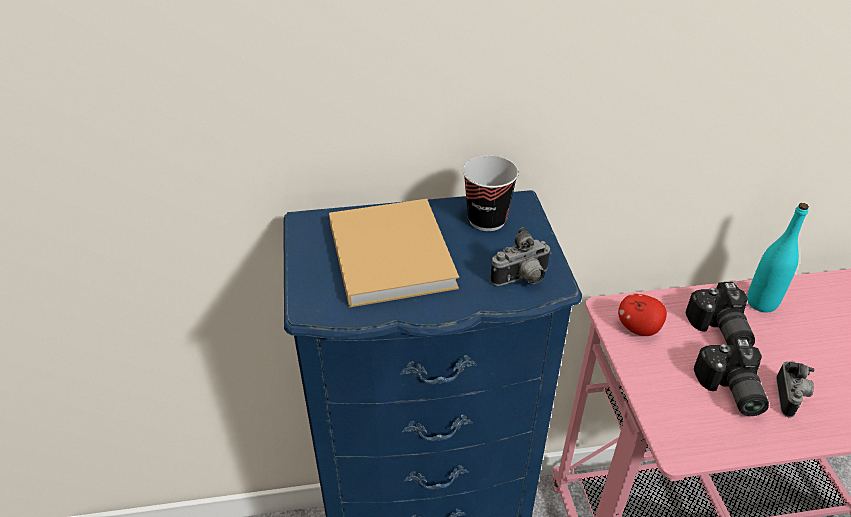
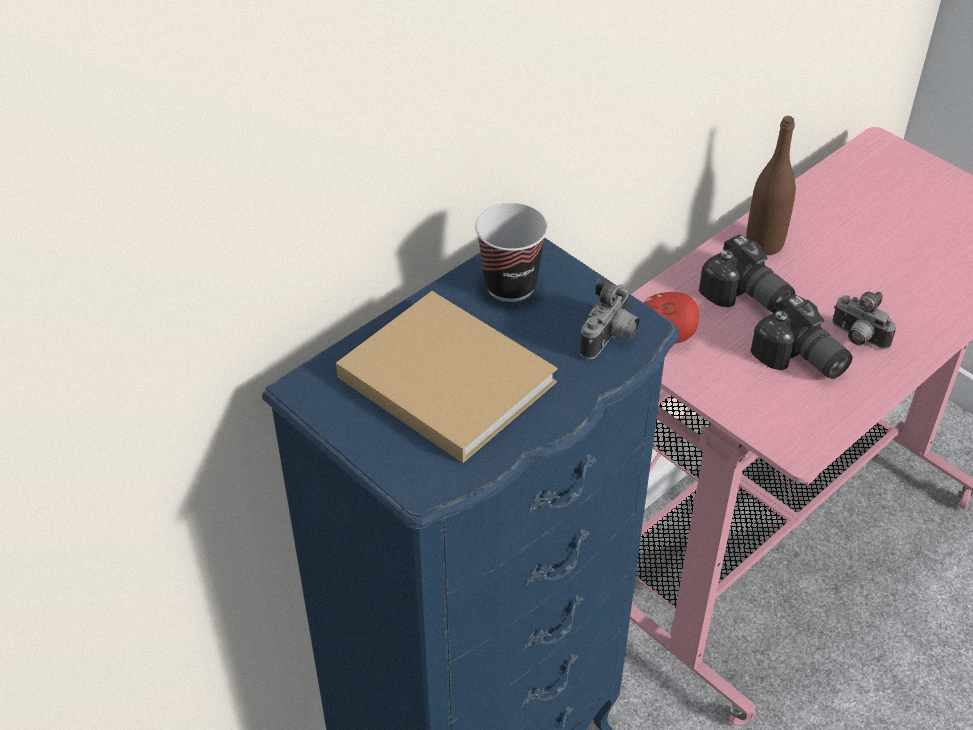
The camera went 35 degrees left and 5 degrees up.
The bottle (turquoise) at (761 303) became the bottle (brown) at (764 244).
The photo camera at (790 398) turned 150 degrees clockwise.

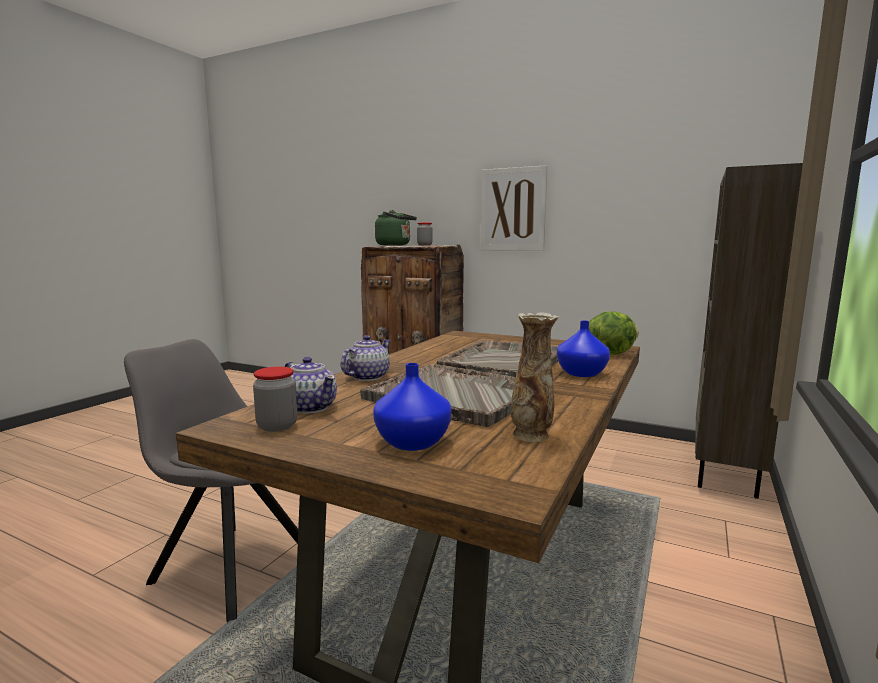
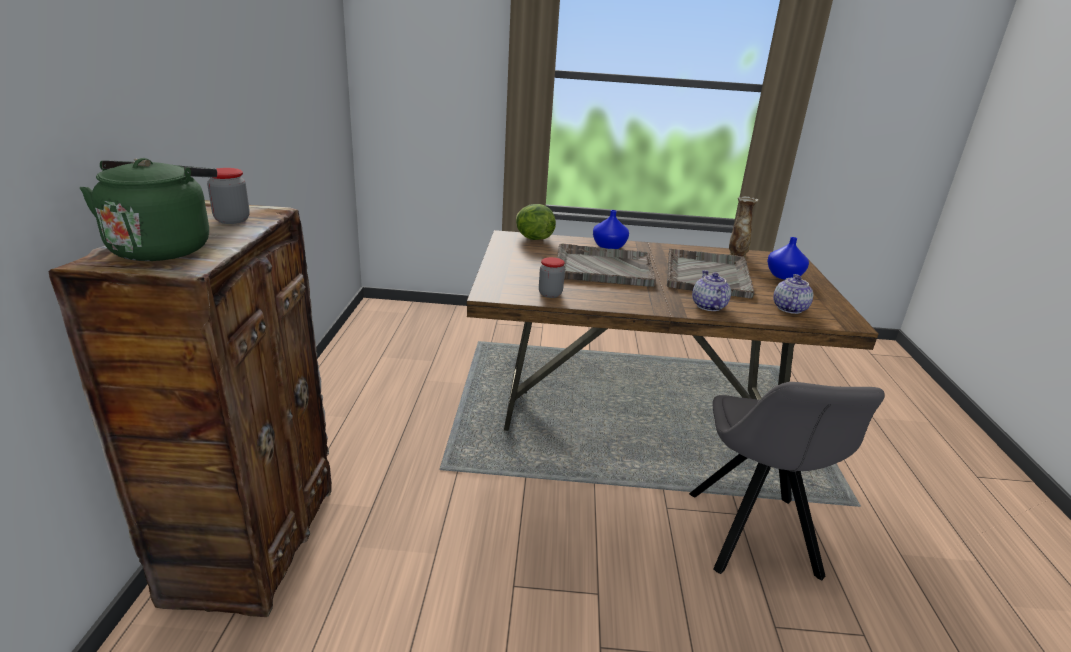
The camera went 115 degrees left and 15 degrees up.
The jar moved from (277 426) to (550 294).
The teapot at (367 377) turned 75 degrees clockwise.
The picture at (513 209) disappeared.
The bookcase (brown) at (727 471) disappeared.

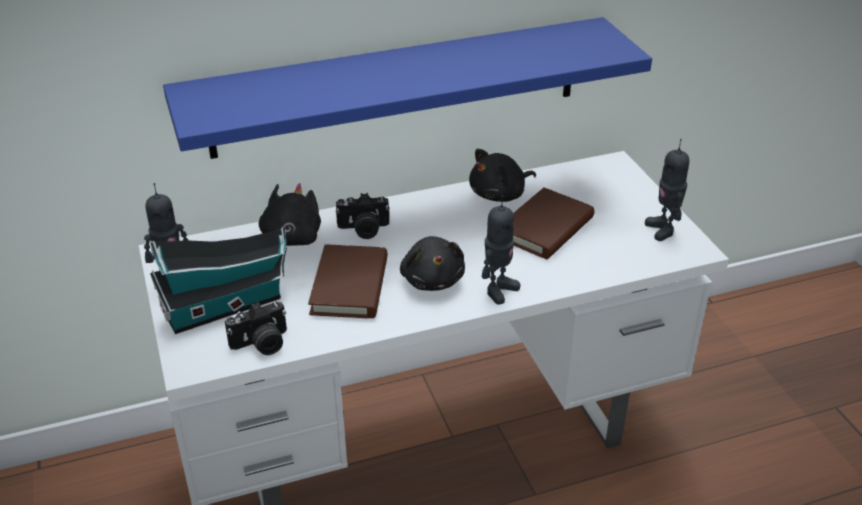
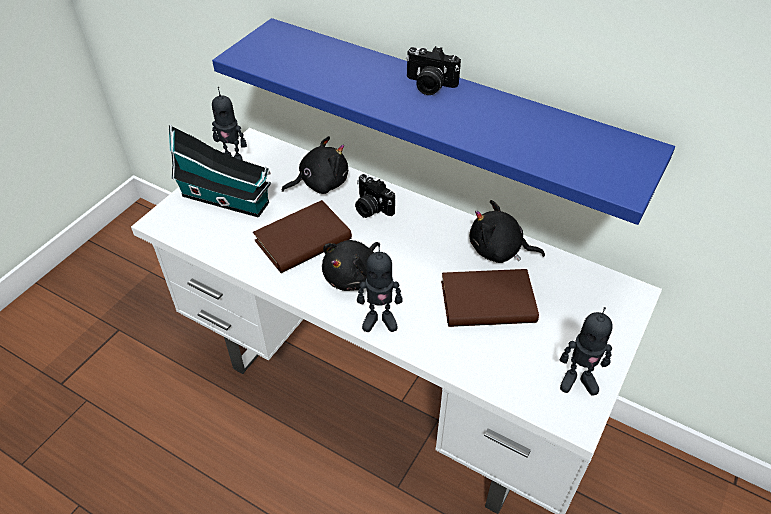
The camera went 50 degrees right and 10 degrees up.
The photo camera moved from (261 344) to (429 85).
The toy robot at (663 230) turned 120 degrees counterclockwise.

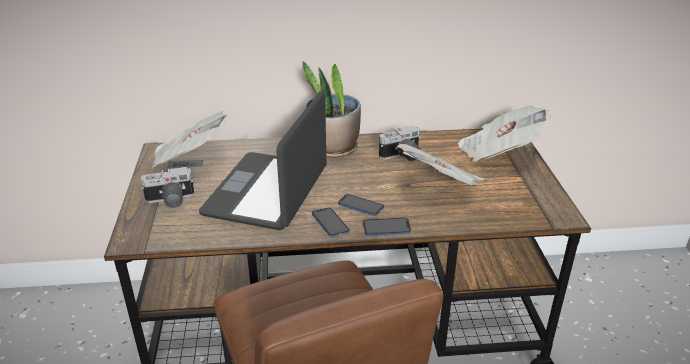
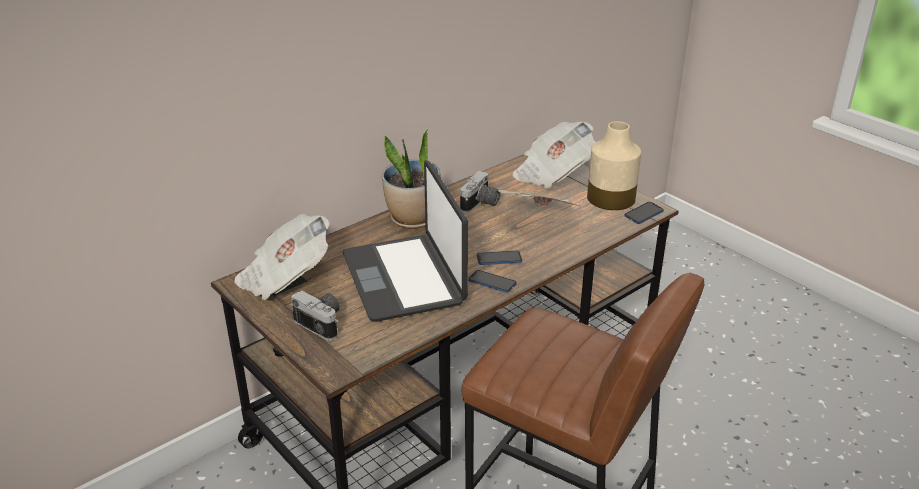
The camera went 35 degrees left and 0 degrees up.
The photo camera at (170 201) turned 90 degrees counterclockwise.
The vase (beige) at (611 197) appeared.
The phone moved from (386 228) to (644 214).

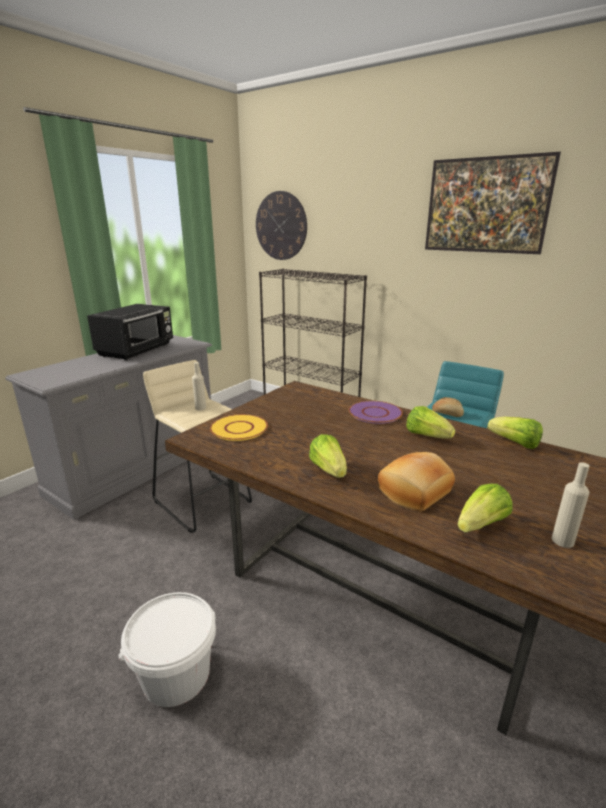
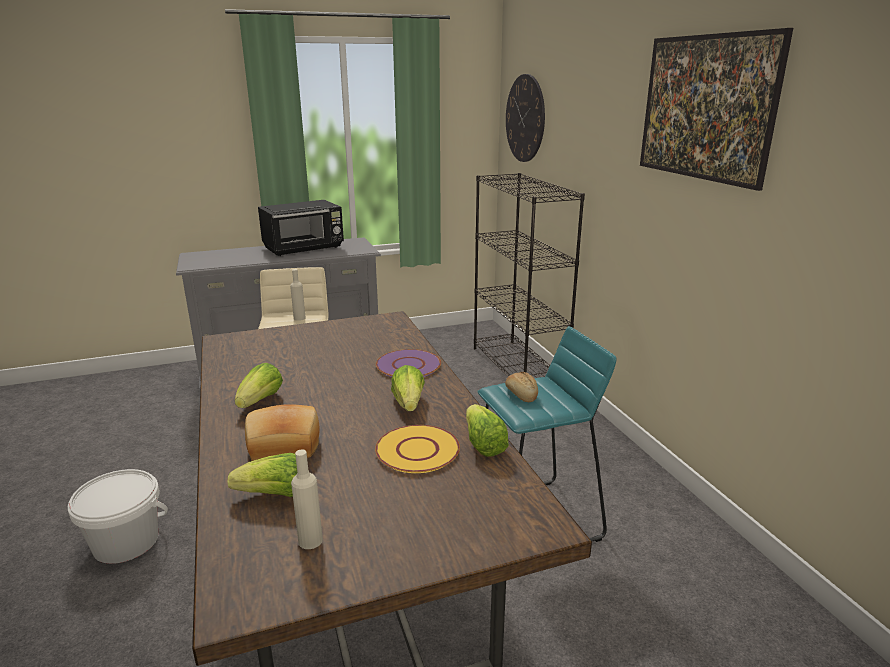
The camera went 35 degrees right and 0 degrees up.
The plate (yellow) moved from (239 428) to (417 450).

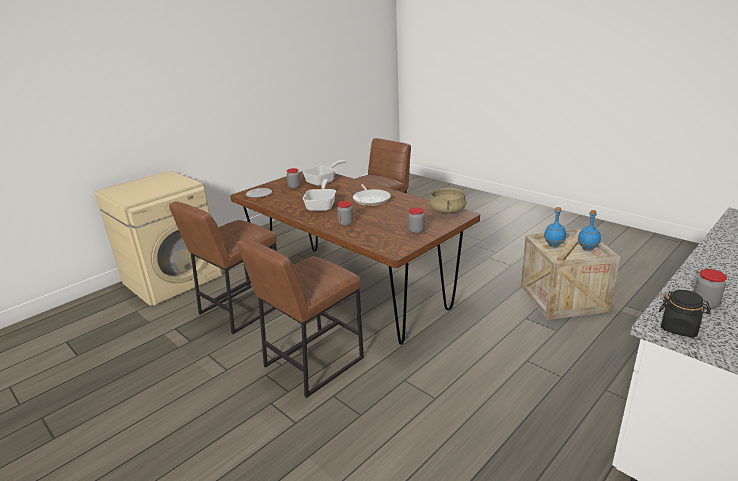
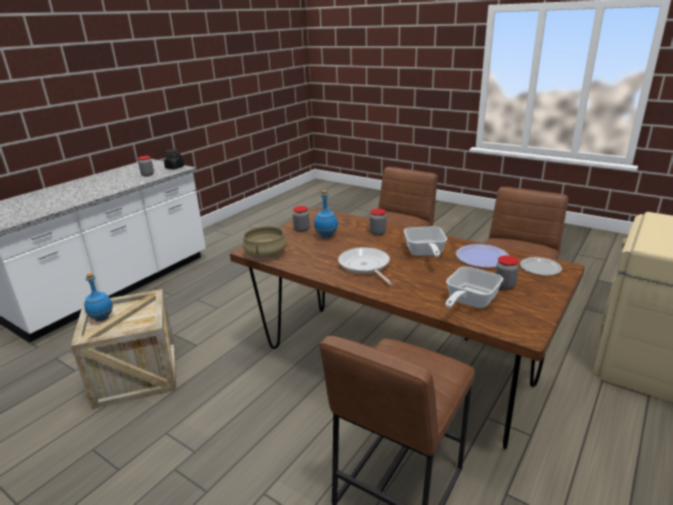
The camera went 170 degrees right and 0 degrees up.
The bottle (blue) moved from (553 245) to (327 236).
The plate at (482 257) appeared.

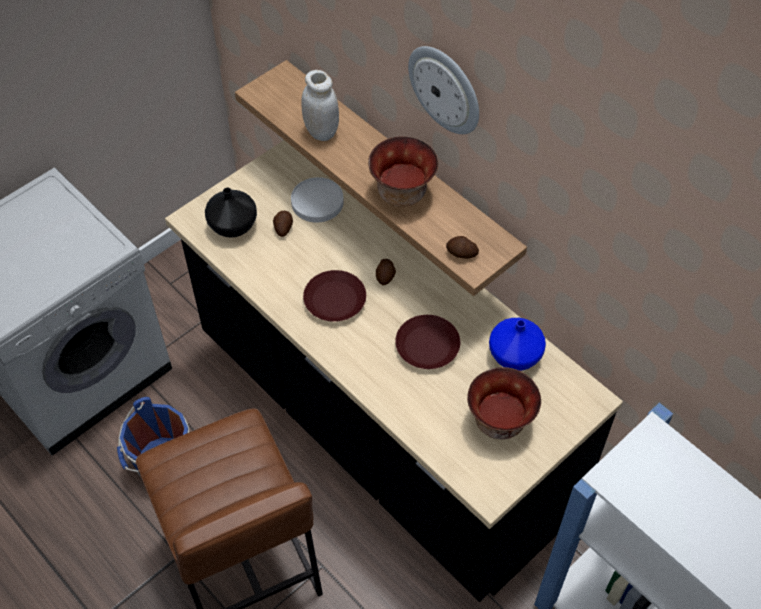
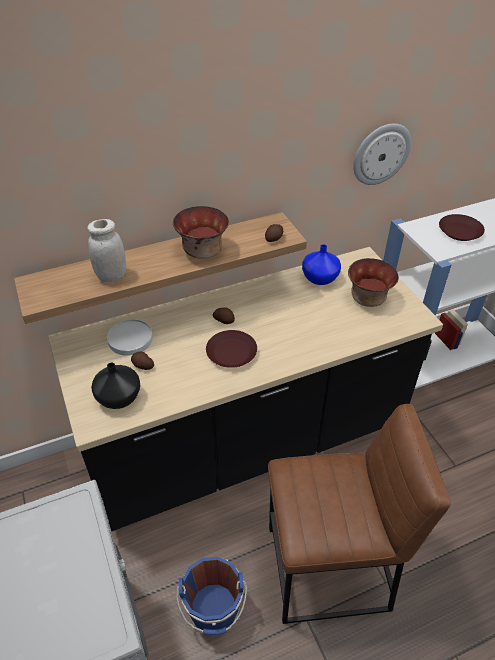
The camera went 70 degrees left and 10 degrees down.
The wall clock moved from (446 89) to (381 154).
The plate (brown) moved from (428 346) to (460 231).

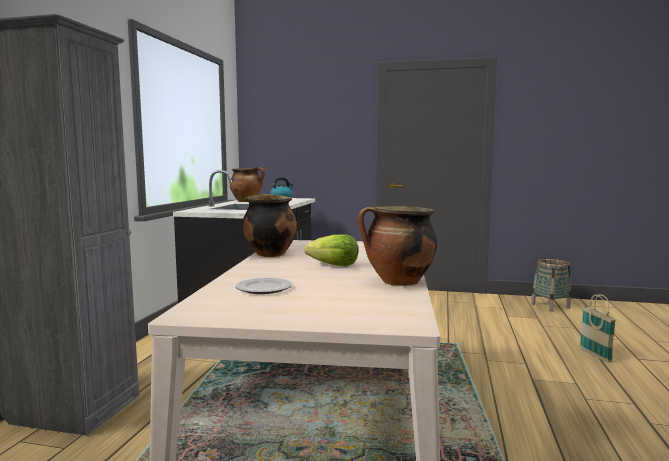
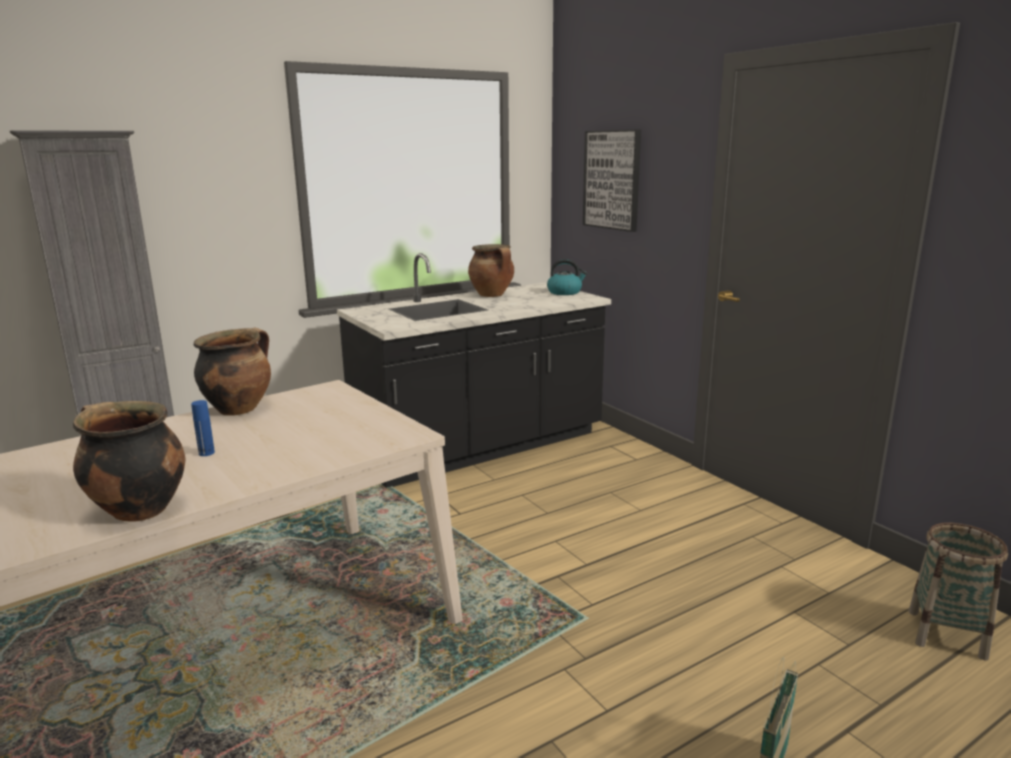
The camera went 45 degrees right and 10 degrees up.
The lettuce at (334 265) was replaced by the bottle (blue) at (206 453).
The picture at (612 180) appeared.
The plate at (263 289) disappeared.

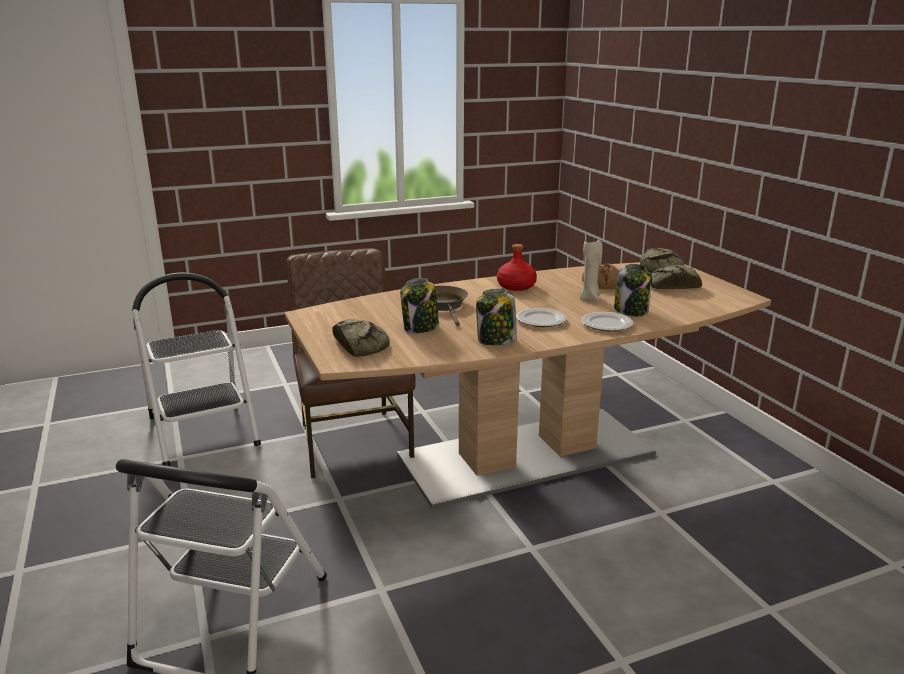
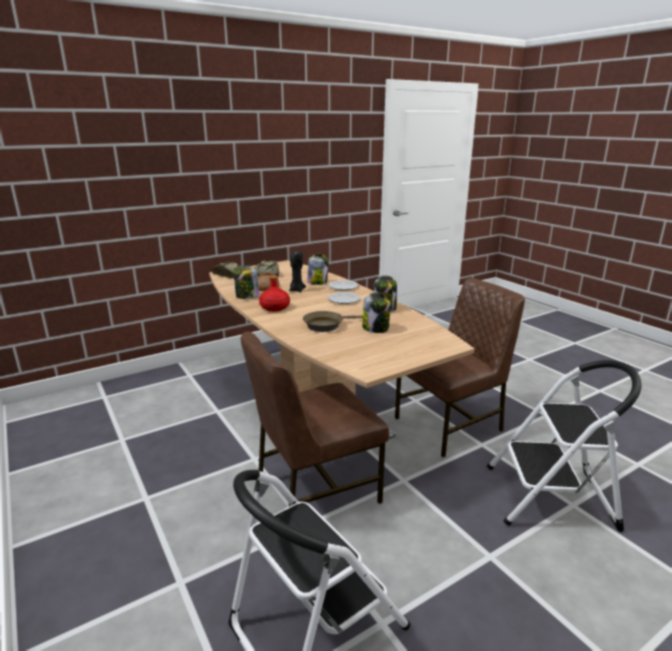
The camera went 100 degrees left and 0 degrees up.
The jar at (247 297) appeared.
The candle (beige) at (589 298) became the candle (black) at (296 290).
The chair (brown) at (451 424) appeared.
The bread at (360 345) disappeared.

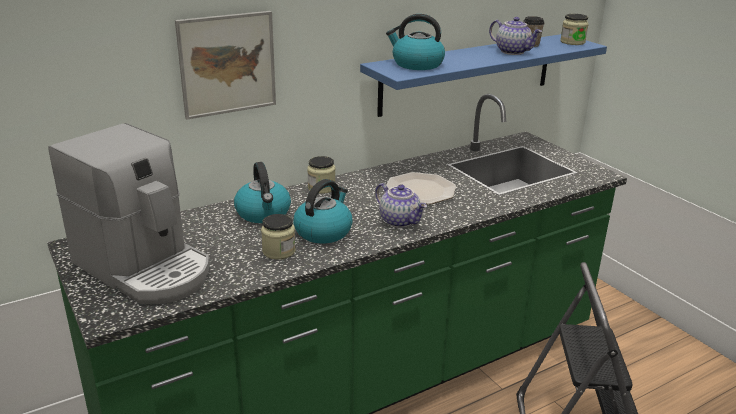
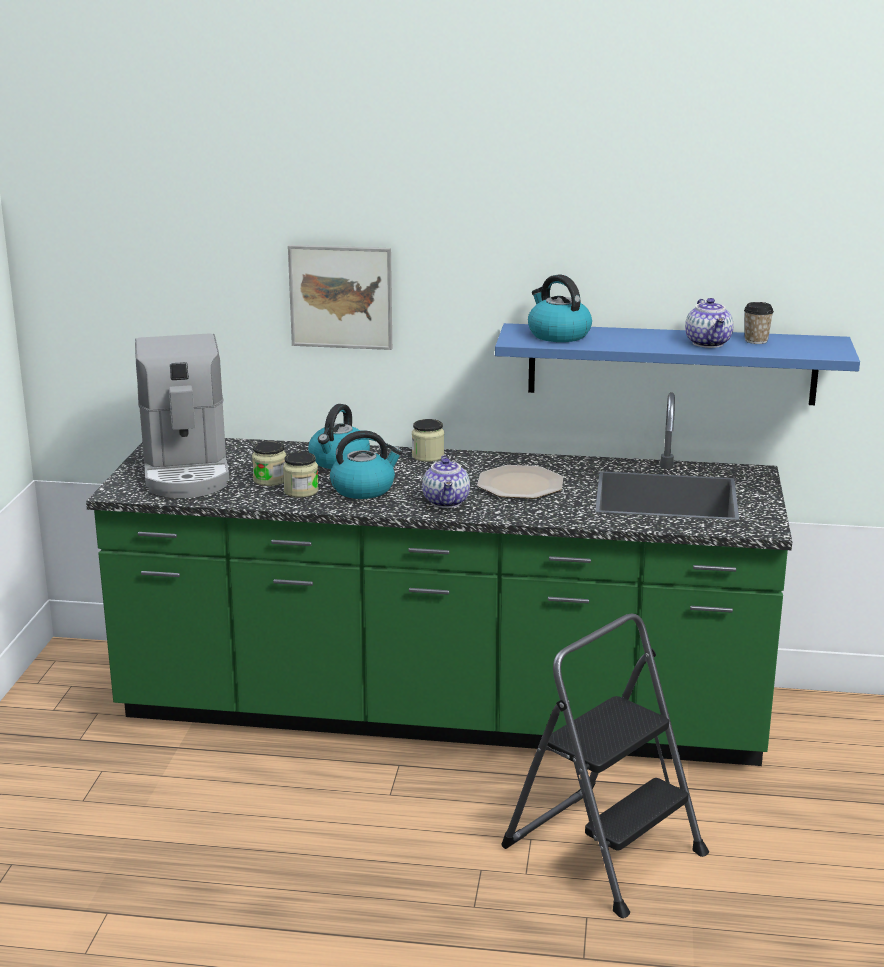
The camera went 40 degrees right and 5 degrees down.
The jar moved from (572 42) to (270 480).

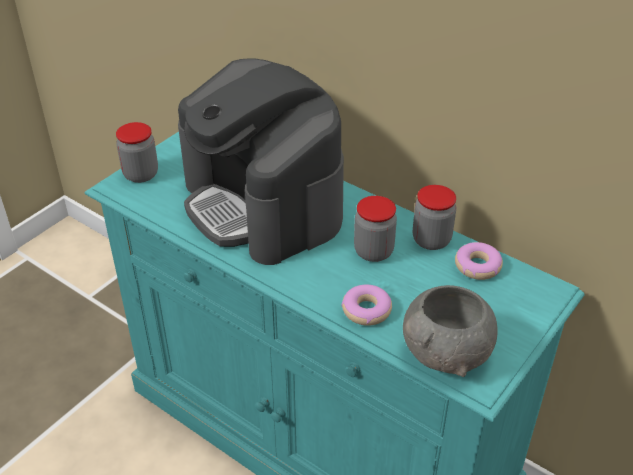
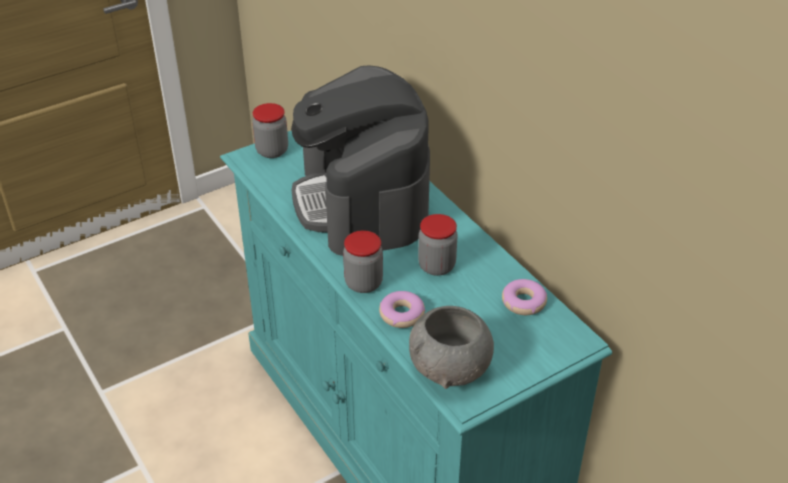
The camera went 20 degrees right and 0 degrees up.
The jar moved from (431 240) to (363 283).

